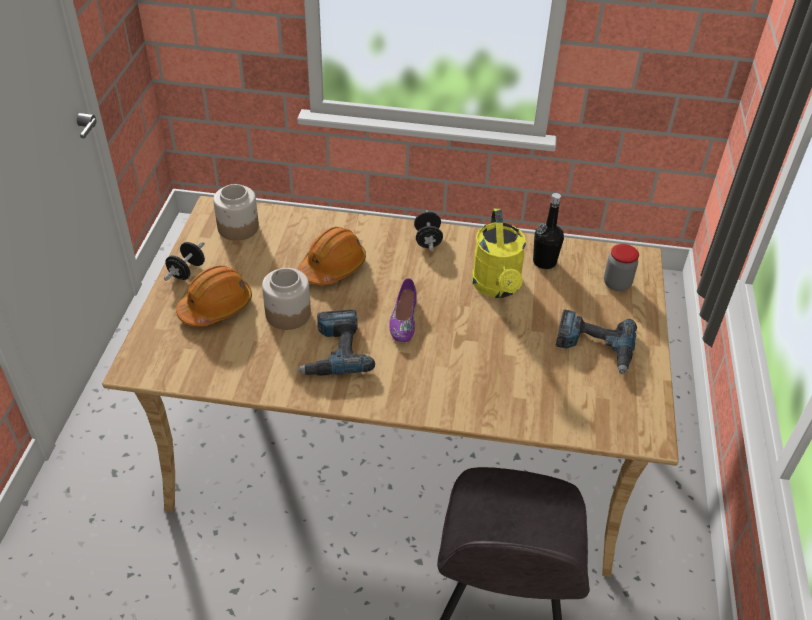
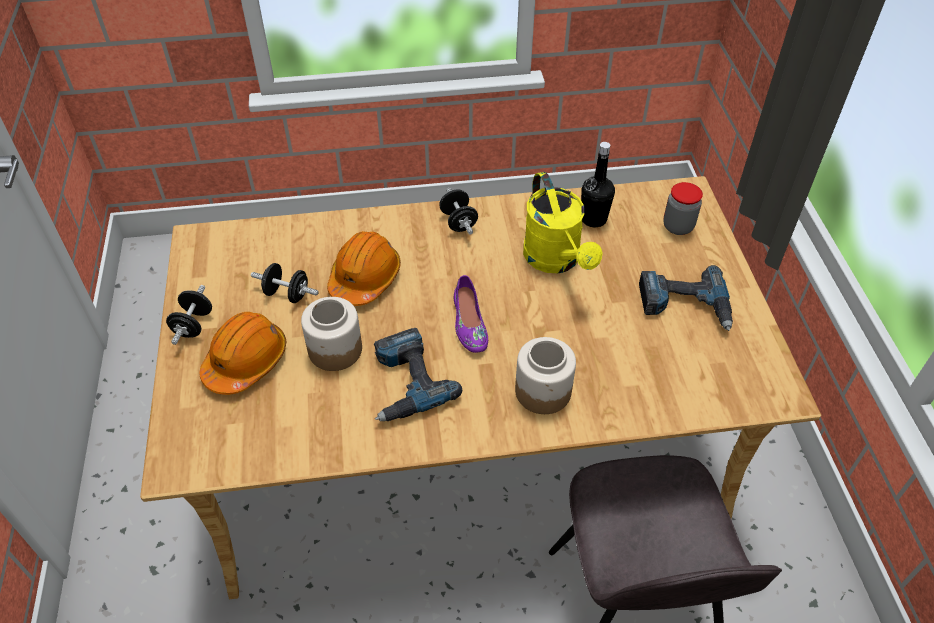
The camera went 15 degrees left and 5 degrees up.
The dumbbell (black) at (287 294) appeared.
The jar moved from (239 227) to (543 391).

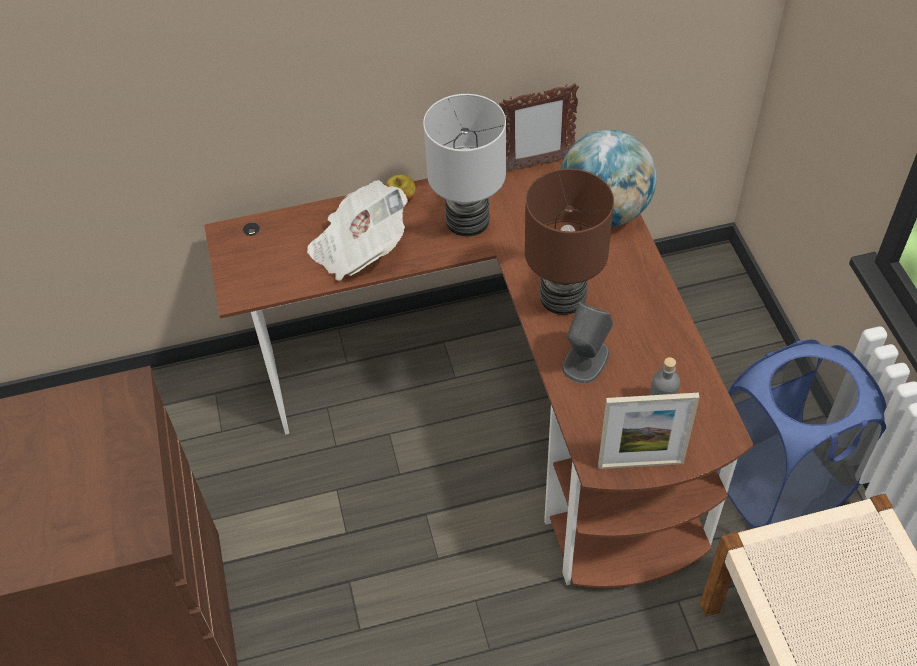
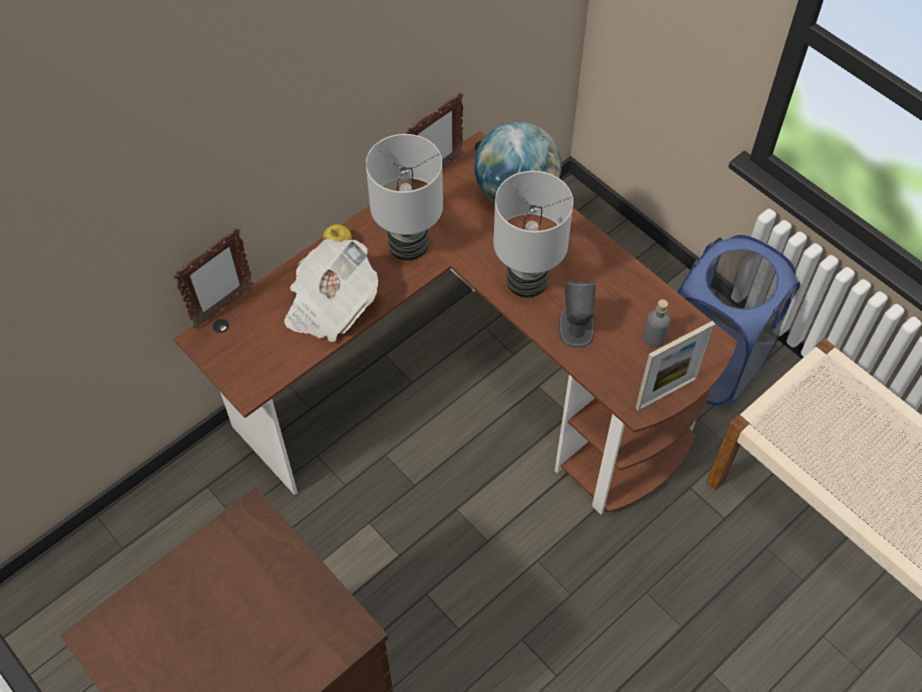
The camera went 30 degrees left and 5 degrees up.
The picture frame at (223 307) appeared.
The table lamp (brown) at (563 297) became the table lamp (grey) at (527 280).

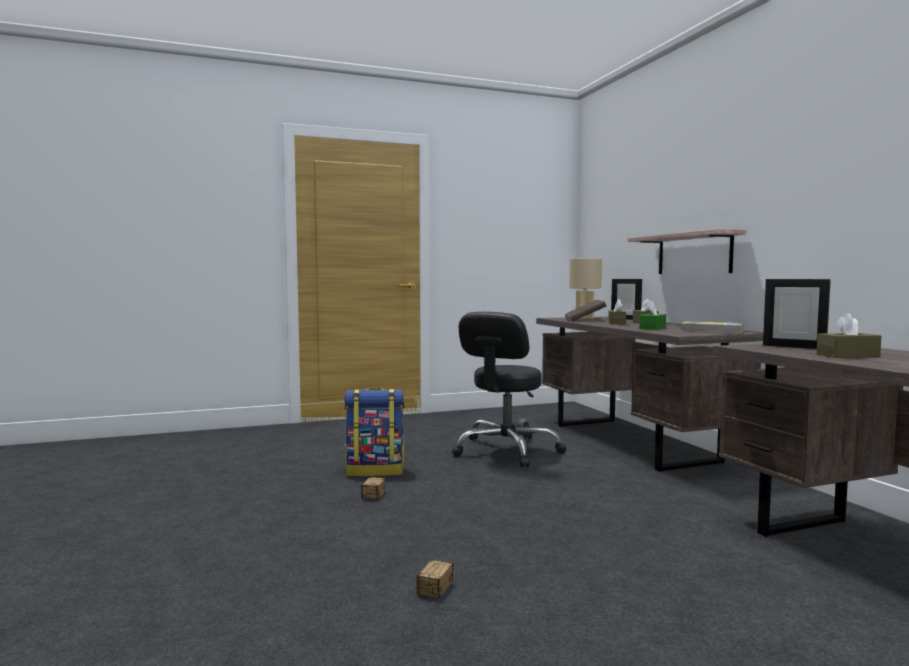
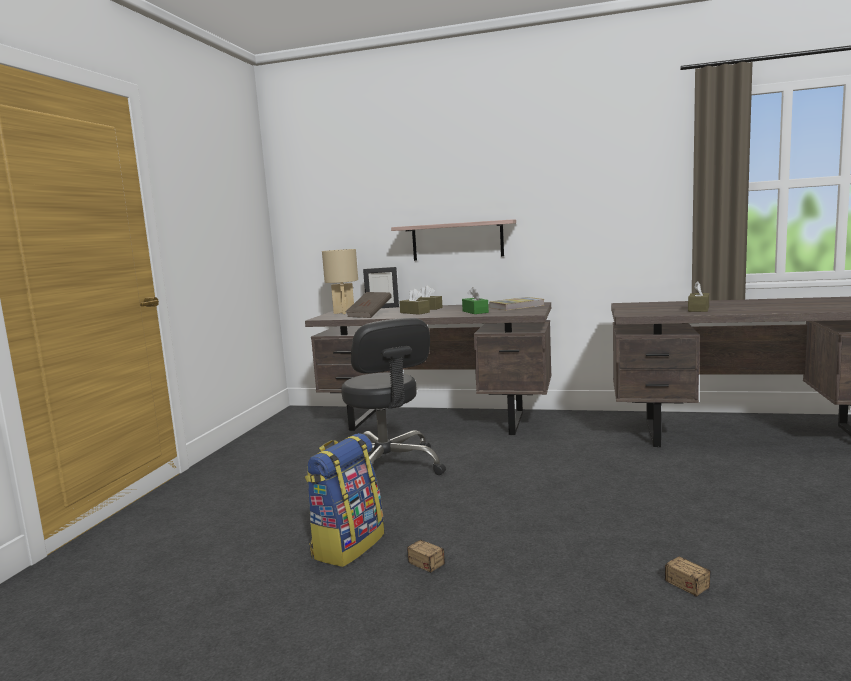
The camera went 55 degrees left and 5 degrees up.
The picture frame at (794 346) disappeared.

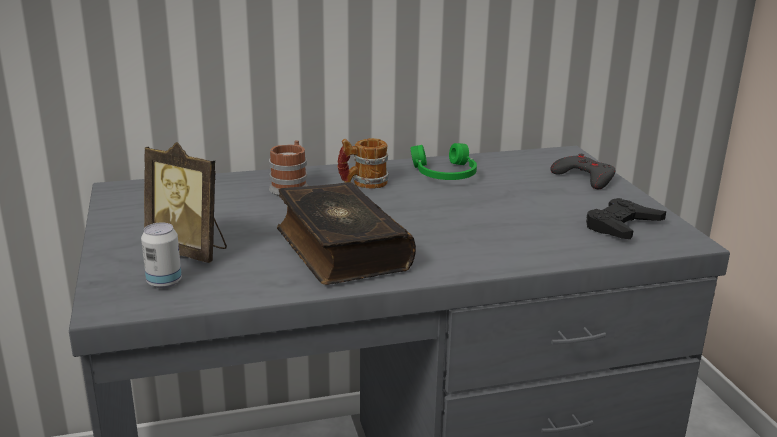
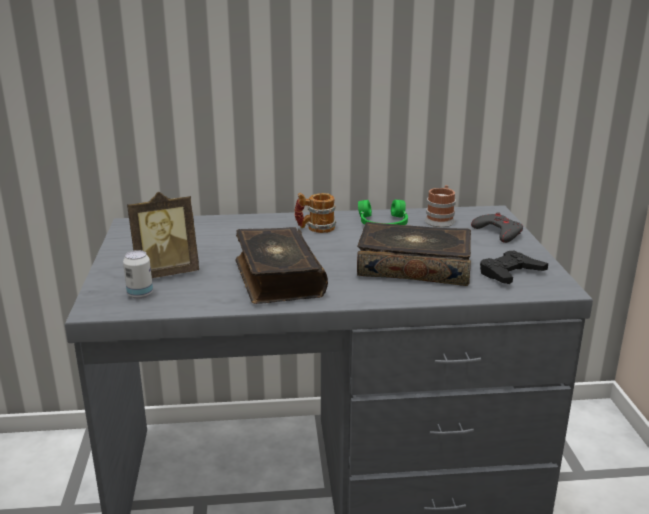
The camera went 10 degrees right and 0 degrees up.
The picture frame at (190 251) turned 60 degrees counterclockwise.
The book at (414 267) appeared.
The mug moved from (291 186) to (440 220).

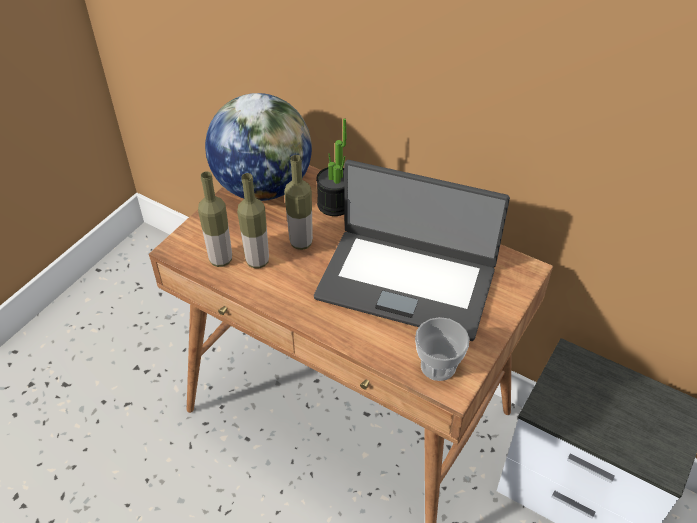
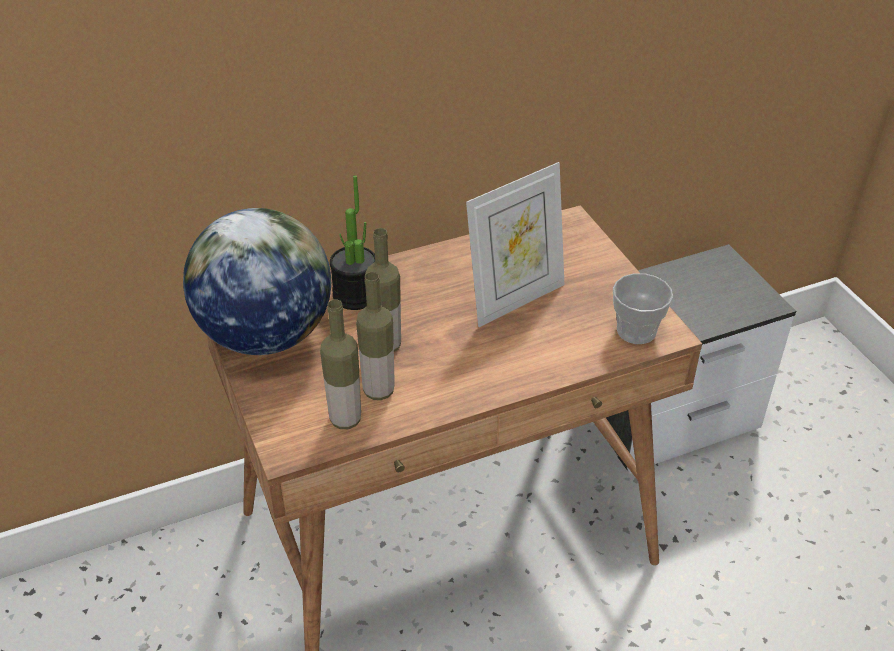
The camera went 55 degrees left and 5 degrees down.
The laptop at (406 282) was replaced by the picture frame at (515 299).

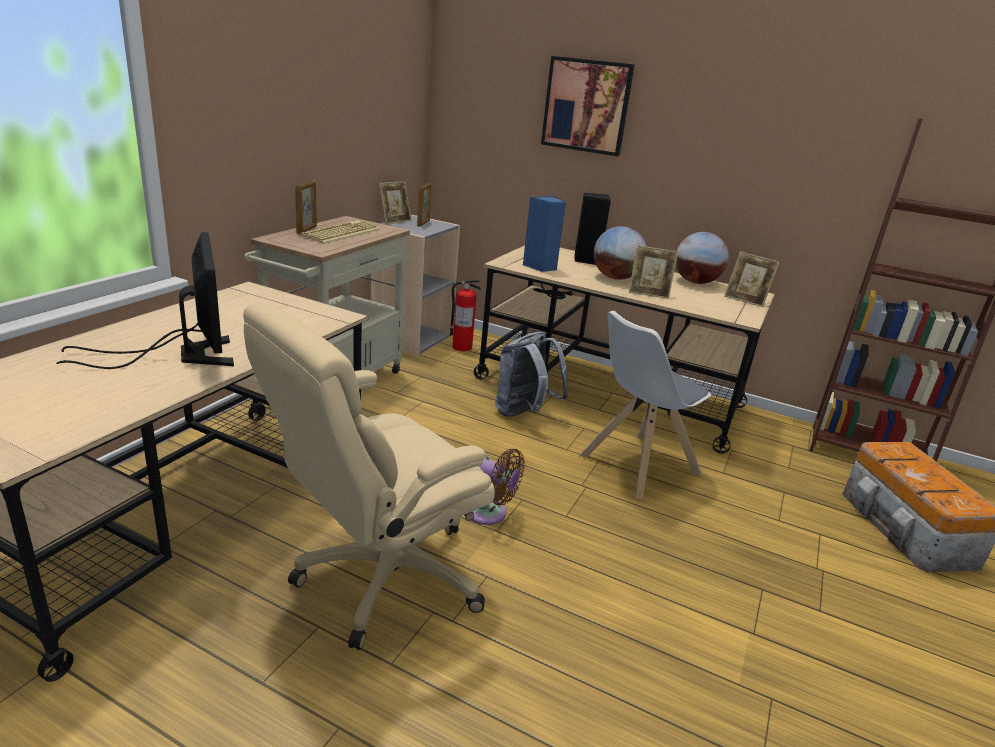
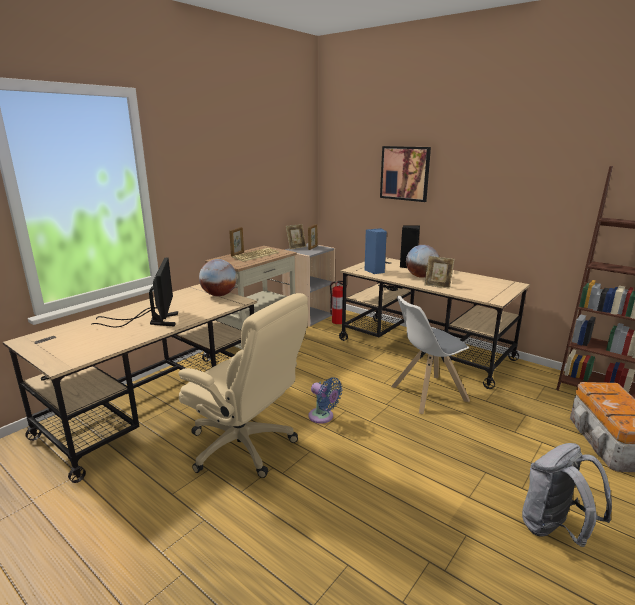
The camera went 15 degrees right and 5 degrees down.
The office chair (beige) at (377 580) turned 120 degrees counterclockwise.
The globe moved from (695 282) to (219 295).
The fan (brown) at (490 513) became the fan (blue) at (323 417).
The backpack (grey) moved from (524 413) to (554 529).
The picture frame at (745 300) disappeared.

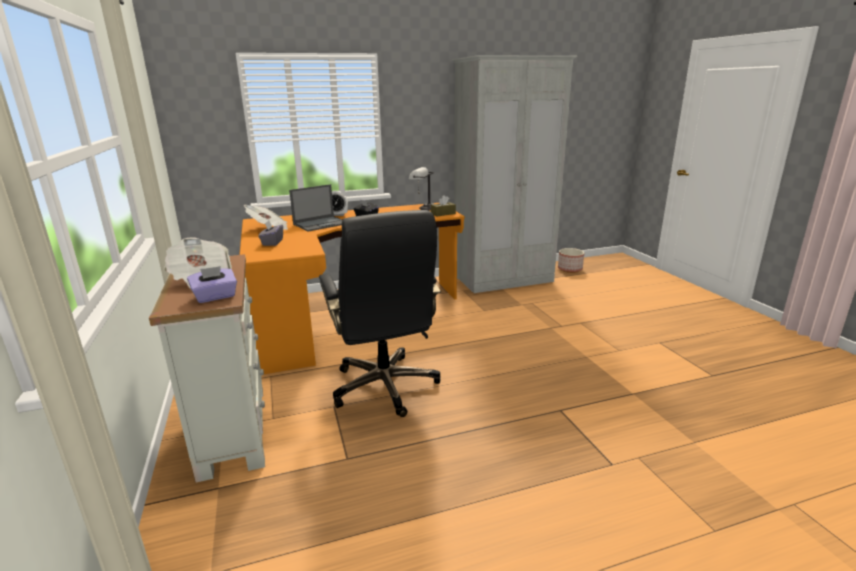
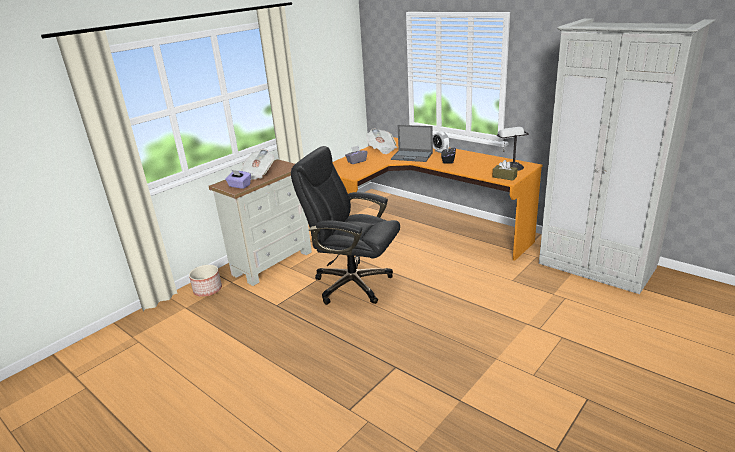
The camera went 60 degrees right and 5 degrees up.
The planter moved from (569 269) to (208 290).
The office chair (black) at (383 384) turned 75 degrees clockwise.

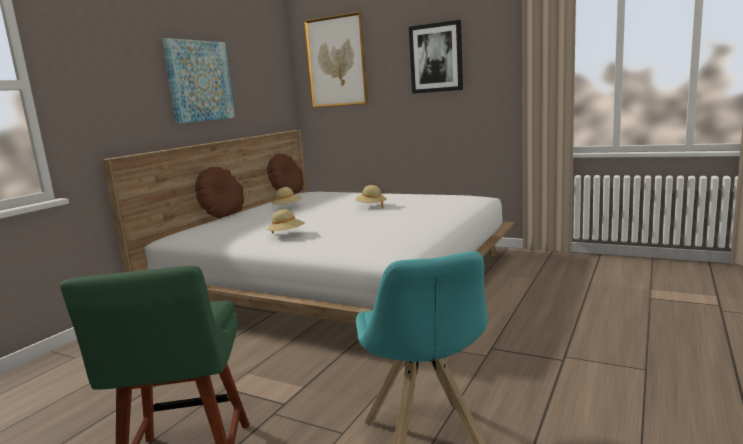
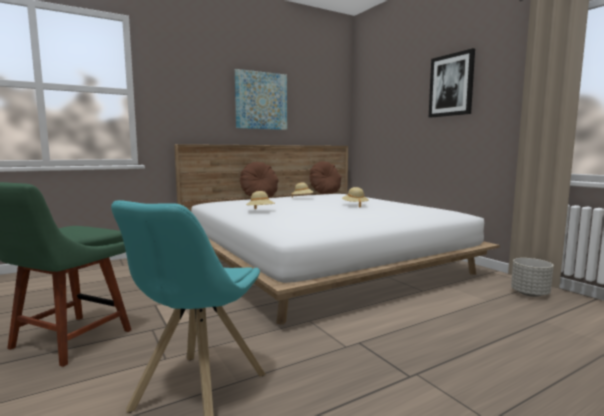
The camera went 30 degrees right and 5 degrees down.
The planter (grey) at (530 294) appeared.
The picture at (336 62) disappeared.

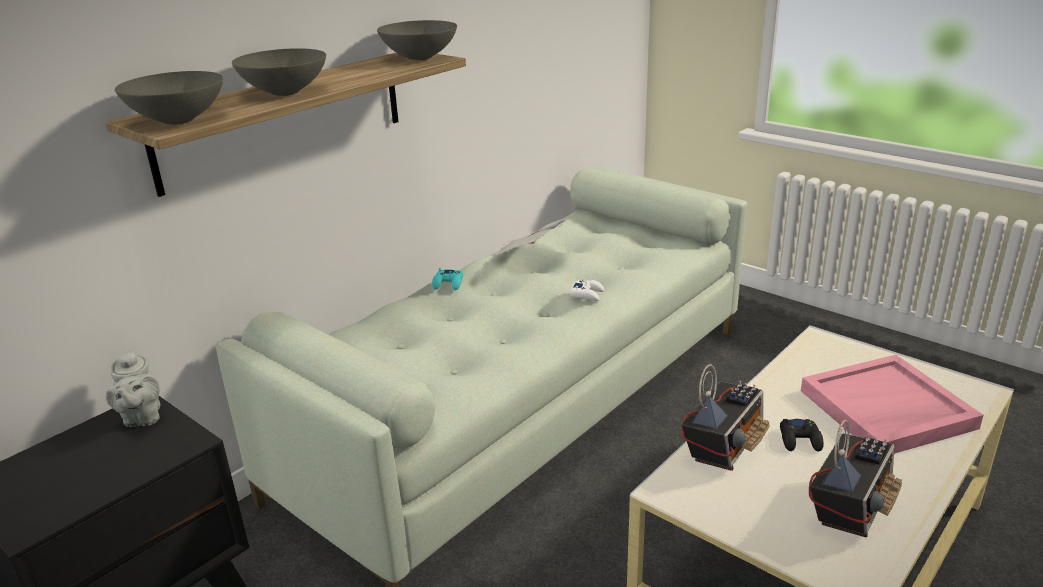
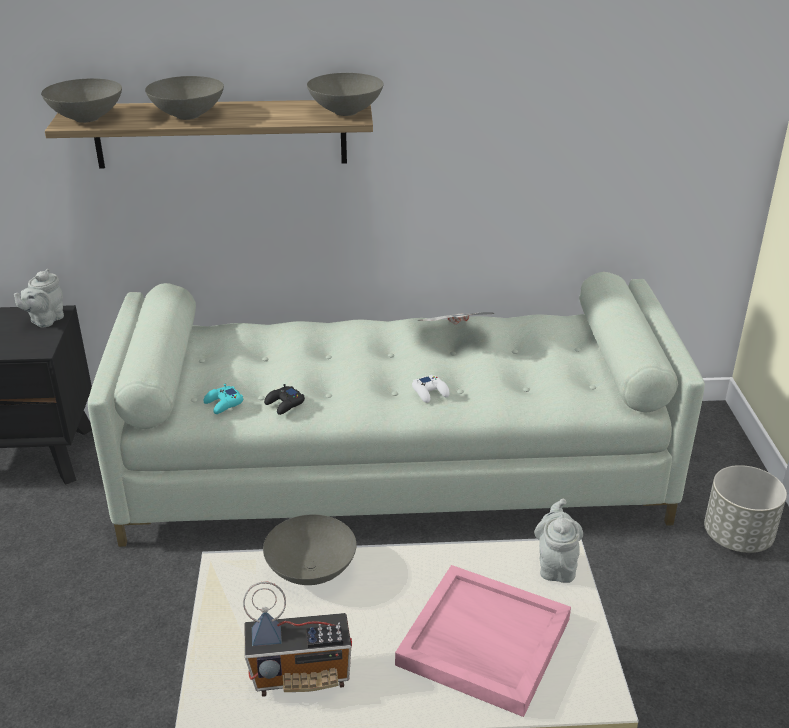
The camera went 45 degrees right and 5 degrees up.
The game controller (turquoise) moved from (448 284) to (223 404).
The radio at (724 446) was replaced by the bowl (grey) at (312 570).
The game controller (black) moved from (800 440) to (284 404).
The teapot (grey) at (556 565) appeared.
The planter (grey) at (737 537) appeared.

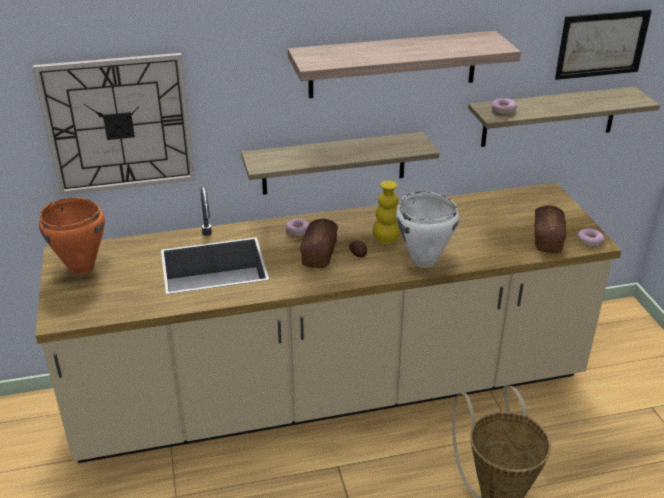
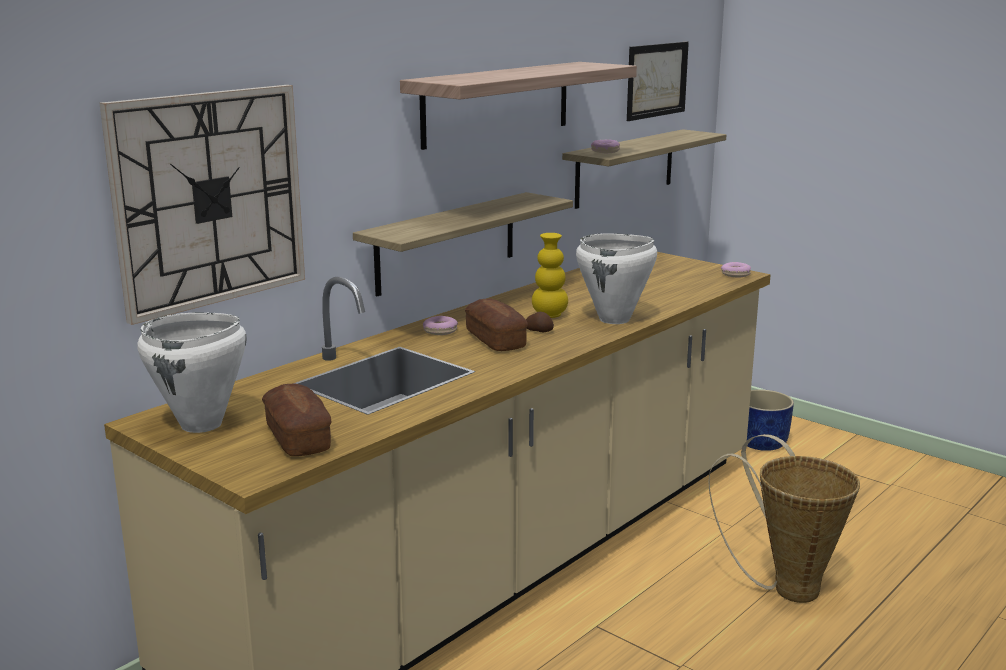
The camera went 35 degrees left and 15 degrees down.
The cooking pot (orange) at (81 267) became the cooking pot (white) at (202 425).
The bread moved from (547 238) to (298 437).
The planter (blue) at (762 443) appeared.

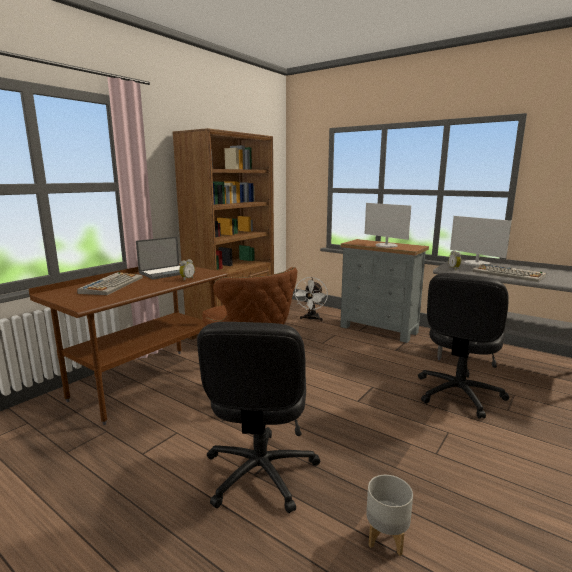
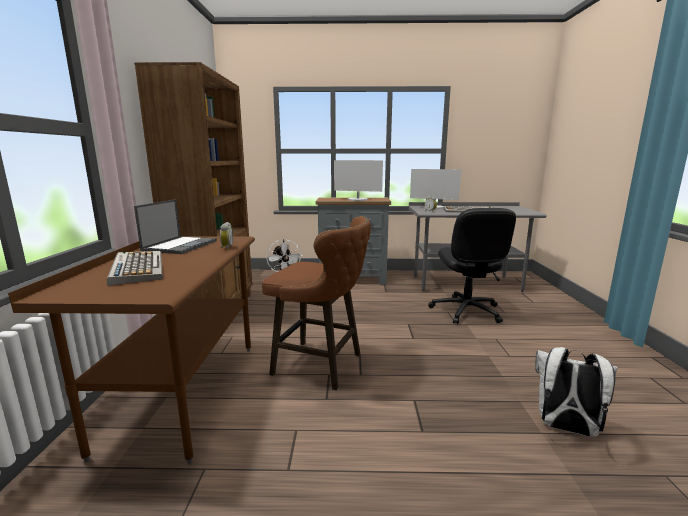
The camera went 35 degrees left and 0 degrees up.
The planter (grey) at (385 538) was replaced by the backpack (white) at (565 428).
The office chair (black) at (260 472) disappeared.

